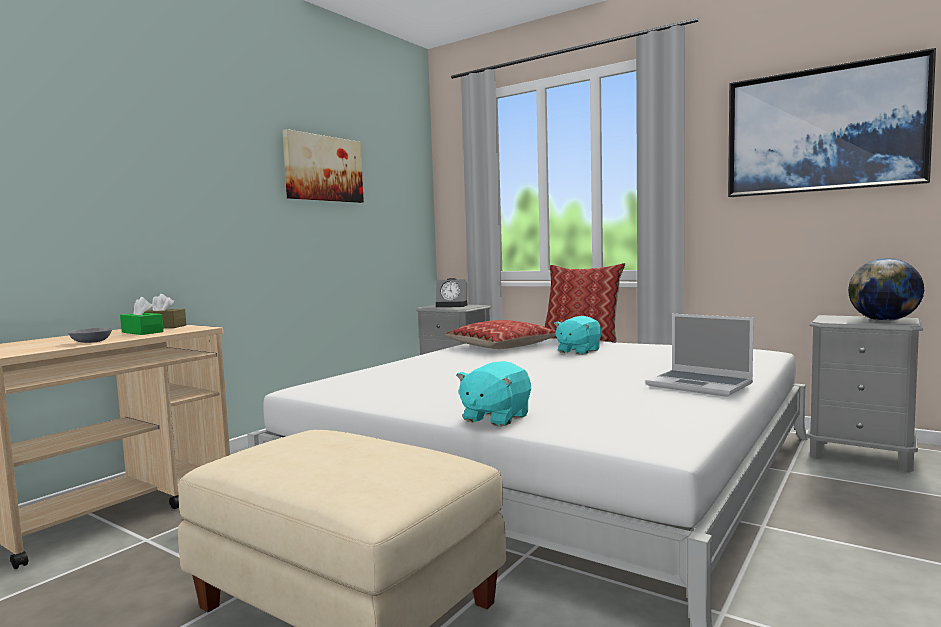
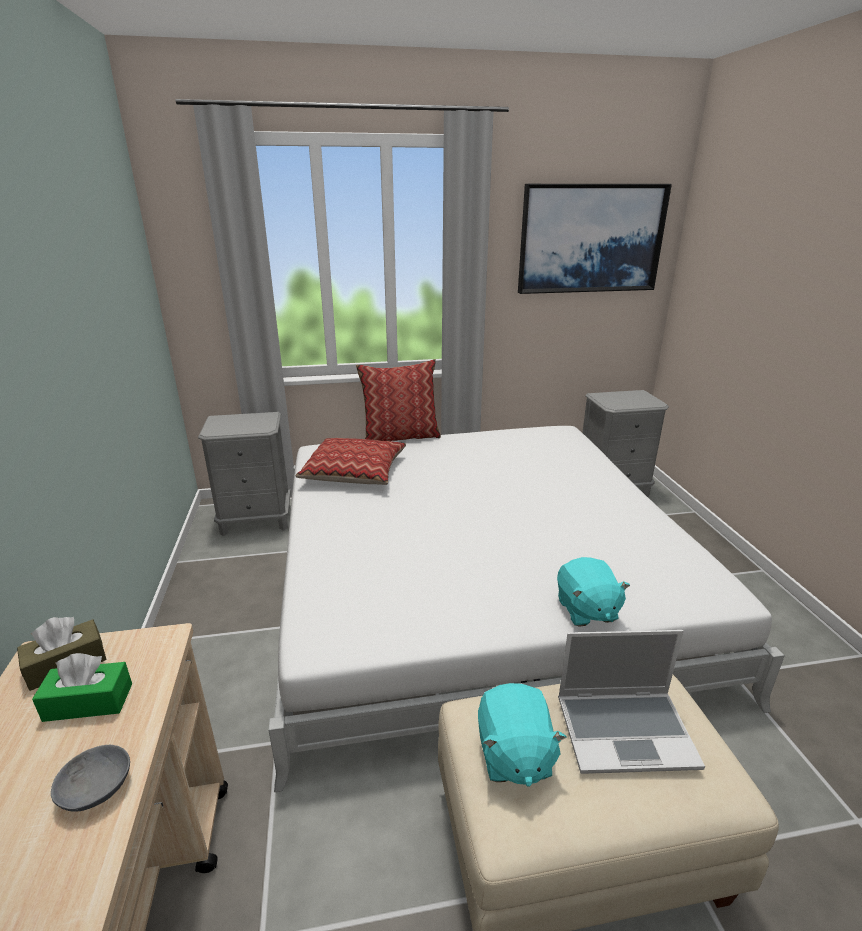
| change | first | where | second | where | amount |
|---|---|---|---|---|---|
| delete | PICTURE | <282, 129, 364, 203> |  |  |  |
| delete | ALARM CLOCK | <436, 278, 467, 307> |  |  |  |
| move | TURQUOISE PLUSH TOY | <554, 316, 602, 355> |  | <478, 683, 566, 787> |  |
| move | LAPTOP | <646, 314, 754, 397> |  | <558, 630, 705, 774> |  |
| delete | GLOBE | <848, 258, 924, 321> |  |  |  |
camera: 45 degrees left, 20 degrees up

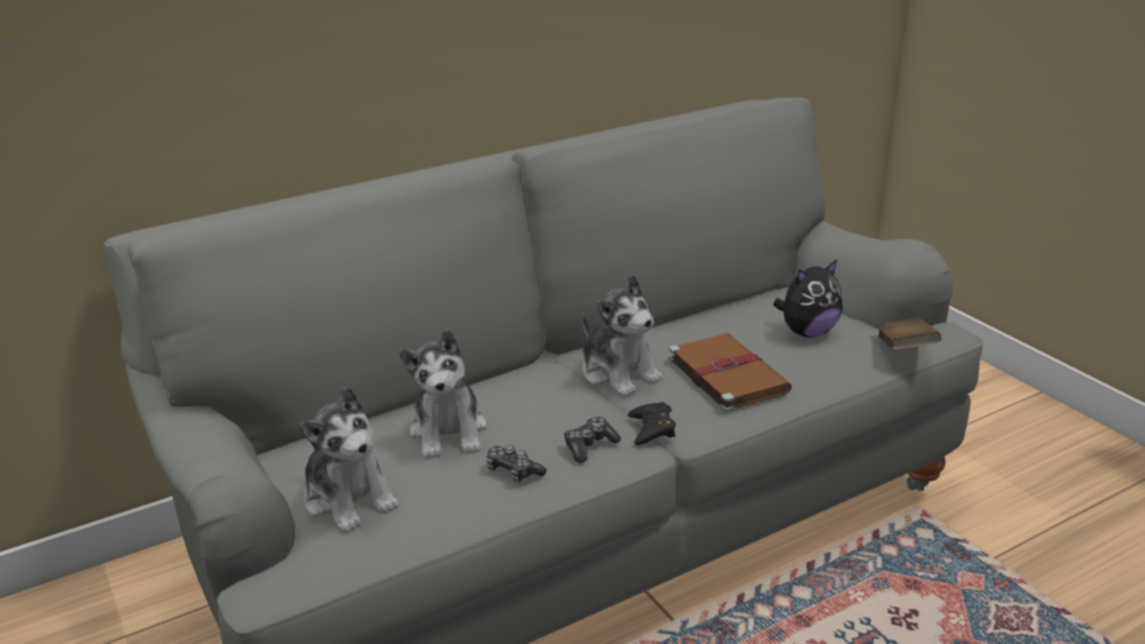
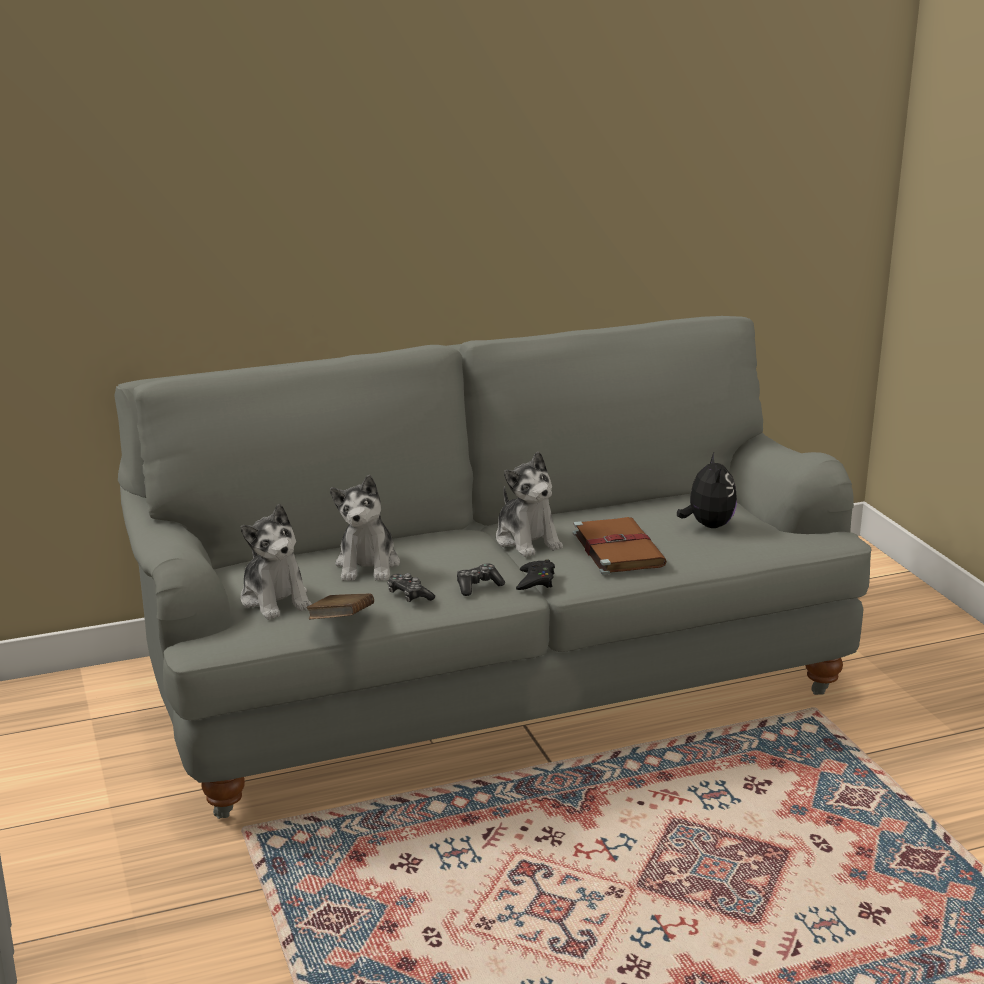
| change | first | where | second | where | amount |
|---|---|---|---|---|---|
| rotate | PLUSH TOY | <773, 259, 843, 338> |  | <677, 453, 737, 528> | 75 degrees counterclockwise |
| move | BROWN BOOK | <876, 318, 941, 351> |  | <306, 593, 374, 619> |  |
camera: 10 degrees right, 5 degrees down

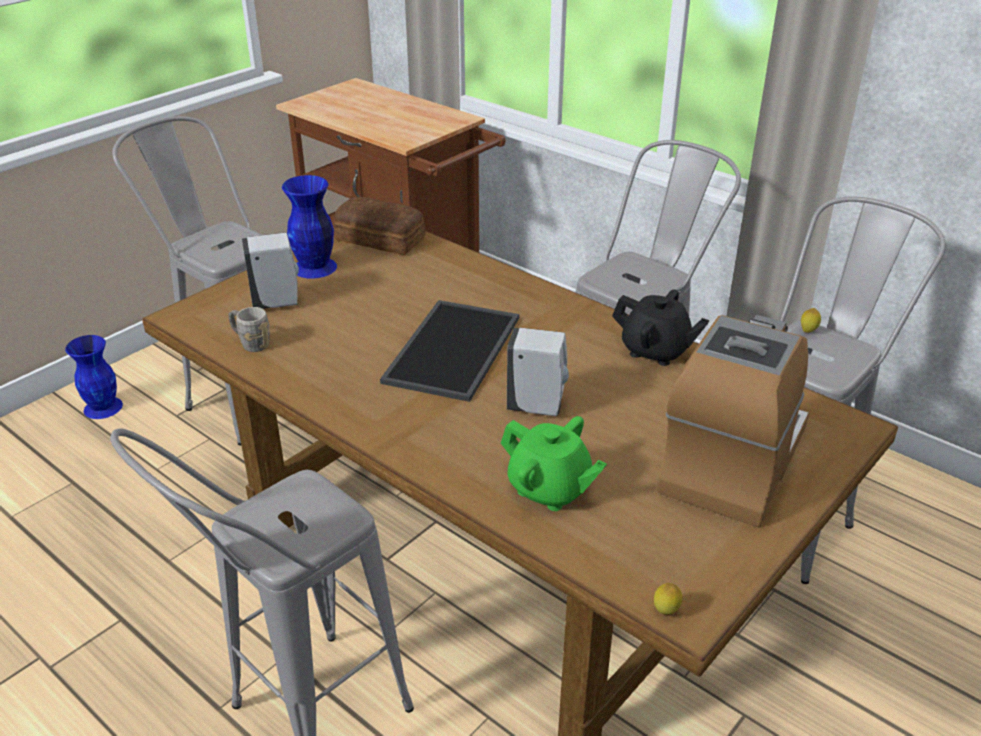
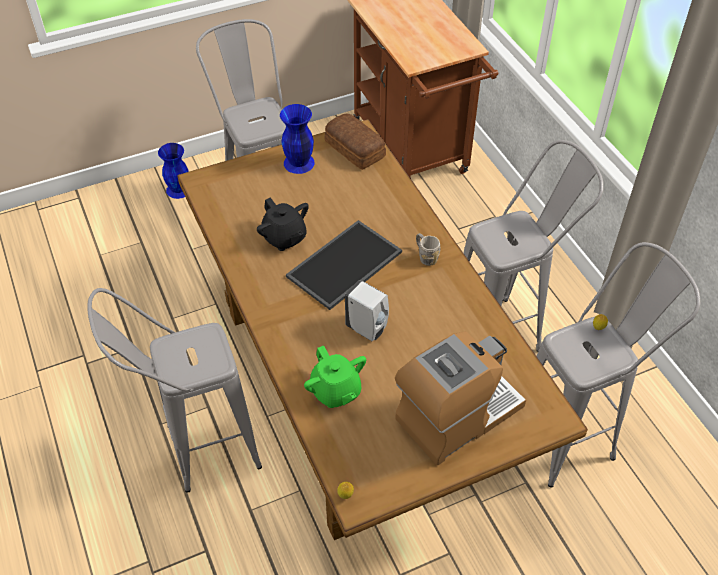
| change | first | where | second | where | amount |
|---|---|---|---|---|---|
| move | GREY MUG | <228, 307, 270, 352> |  | <416, 233, 441, 266> |  |
| delete | WHITE SOAP DISPENSER | <242, 233, 299, 309> |  |  |  |
| move | BLACK TEAPOT | <612, 289, 709, 366> |  | <257, 197, 309, 251> |  |
camera: 25 degrees right, 15 degrees up

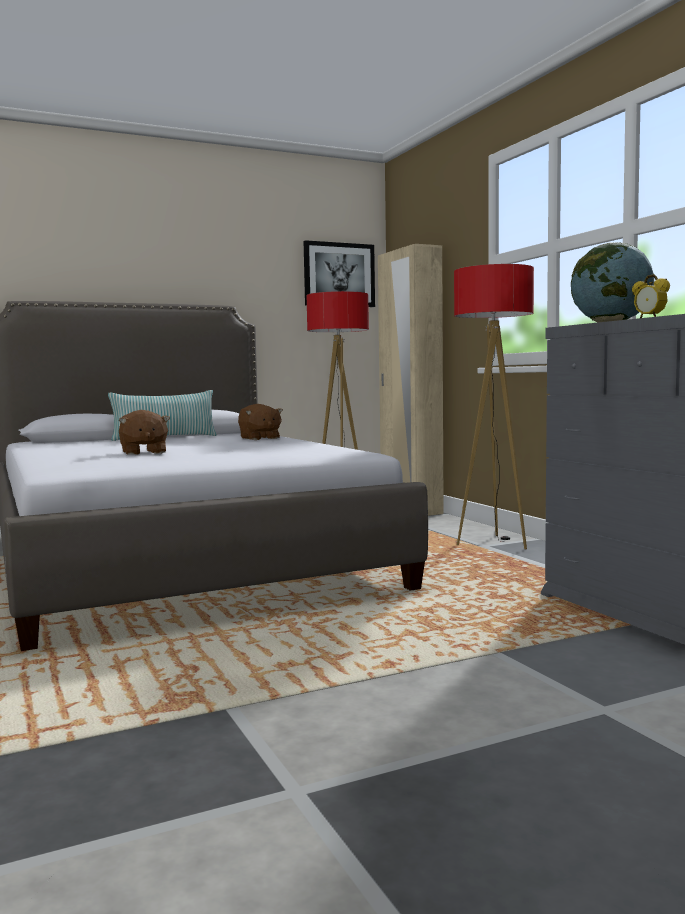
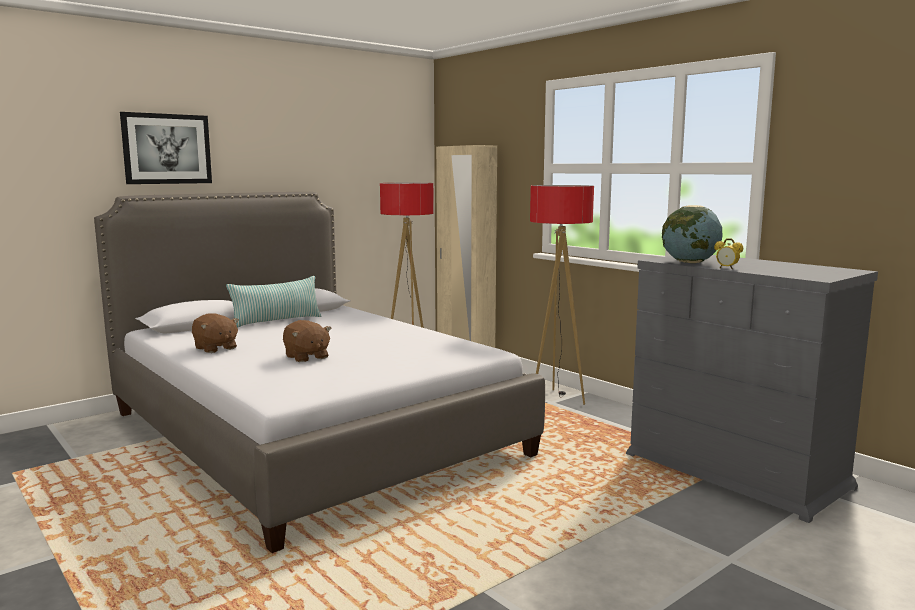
| change | first | where | second | where | amount |
|---|---|---|---|---|---|
| move | BROWN PLUSH TOY | <238, 404, 283, 440> |  | <192, 313, 239, 353> |  |
| move | PICTURE | <304, 240, 375, 307> |  | <120, 112, 212, 184> |  |
camera: 15 degrees left, 5 degrees up

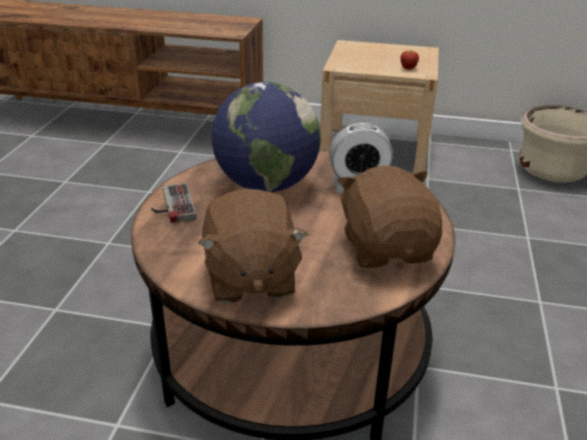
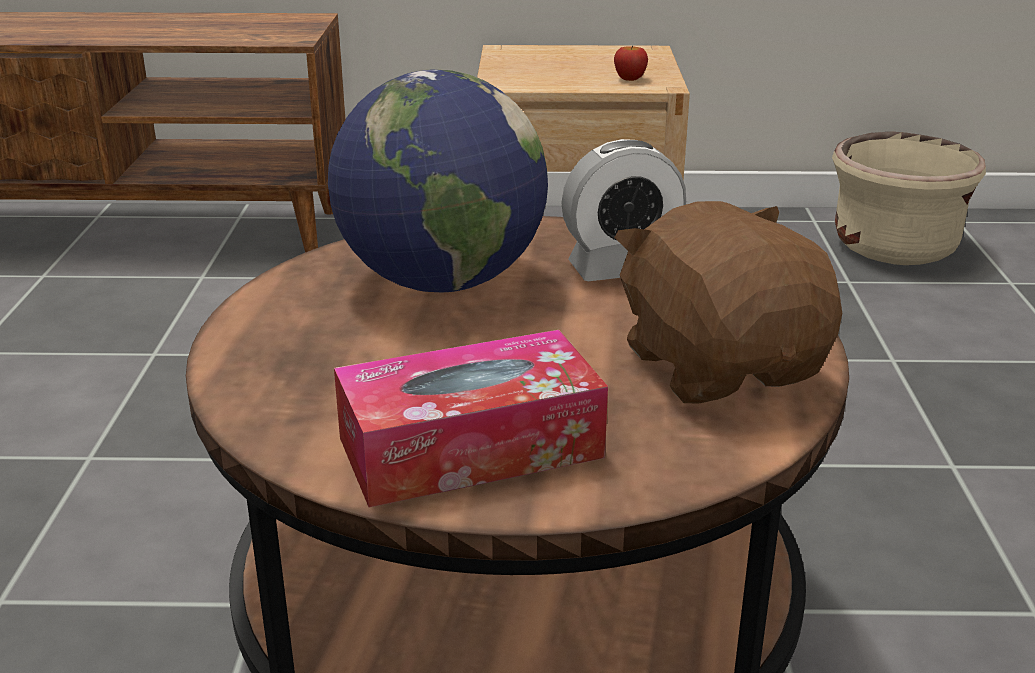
| change | first | where | second | where | amount |
|---|---|---|---|---|---|
| delete | GAME CONTROLLER | <151, 183, 196, 223> |  |  |  |
| replace | BROWN PLUSH TOY | <198, 189, 308, 303> | TISSUE BOX | <334, 330, 608, 508> |  |
camera: 10 degrees left, 5 degrees down

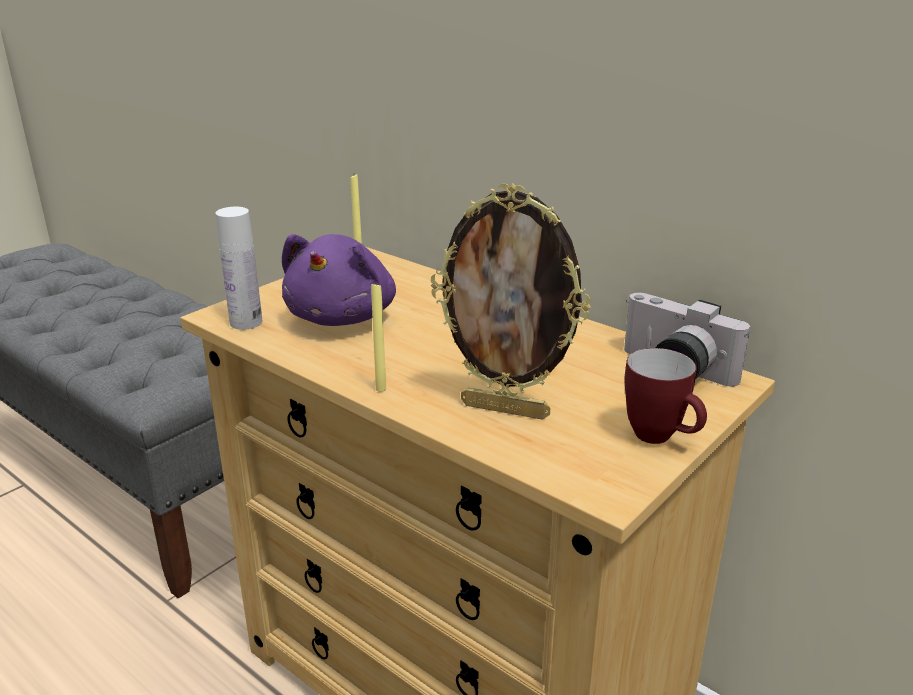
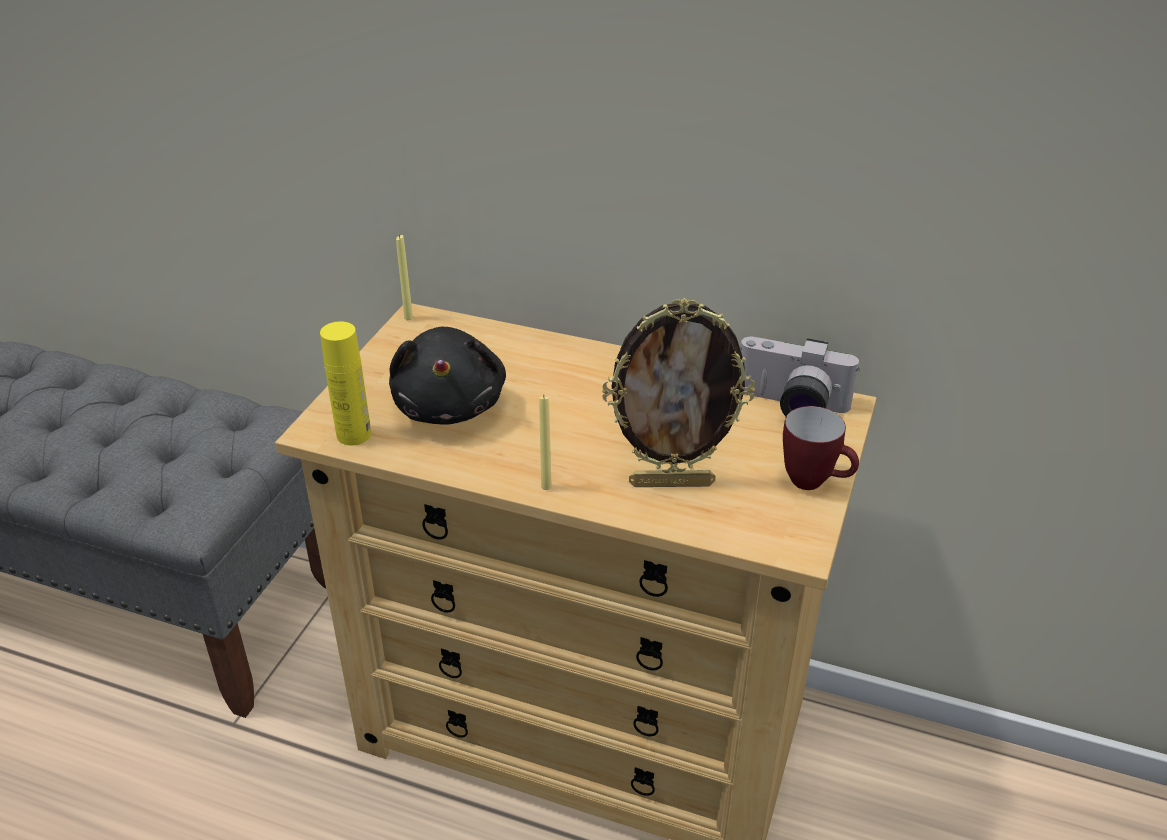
| change | first | where | second | where | amount |
|---|---|---|---|---|---|
| recolor | WHITE BOTTLE | <215, 207, 262, 330> | YELLOW BOTTLE | <320, 321, 371, 445> |  |
| recolor | PURPLE PLUSH TOY | <282, 234, 396, 326> | BLACK PLUSH TOY | <389, 327, 506, 425> |  |
camera: 20 degrees left, 10 degrees up

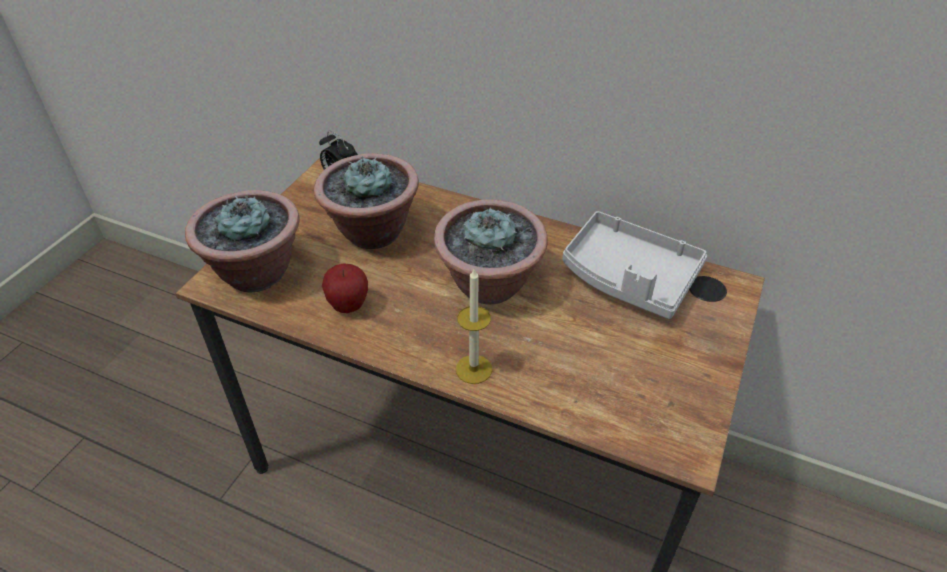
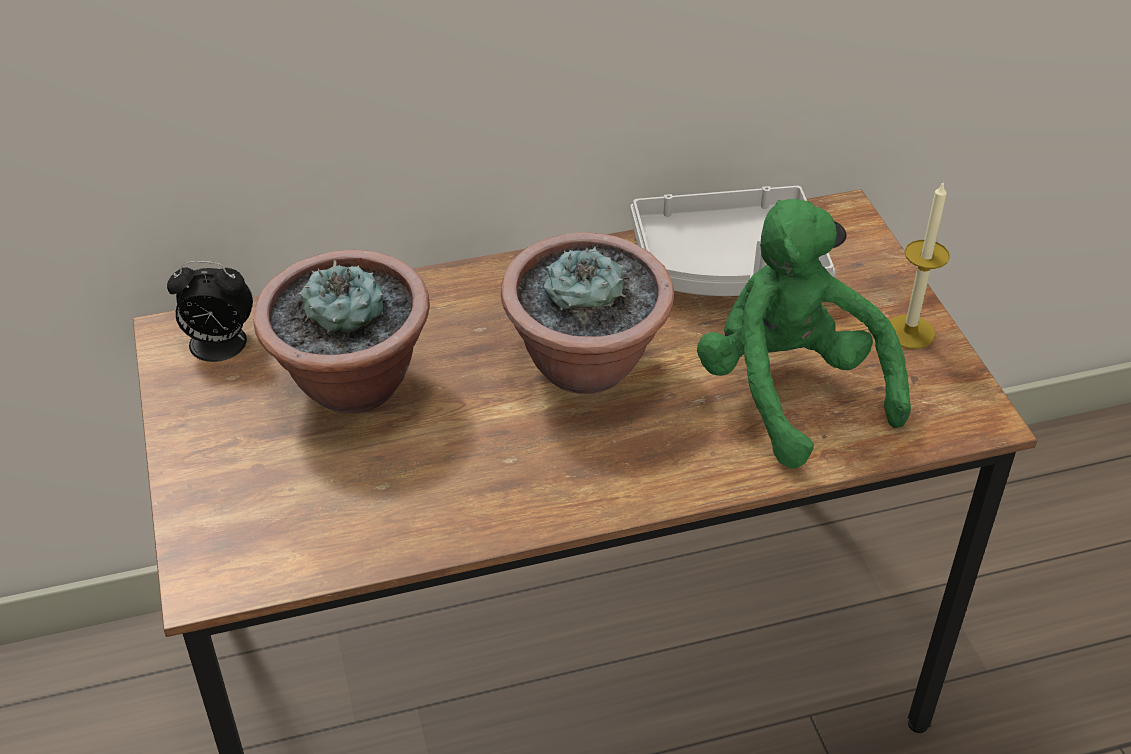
| change | first | where | second | where | amount |
|---|---|---|---|---|---|
| delete | POTTED PLANT | <185, 190, 300, 292> |  |  |  |
| delete | APPLE | <322, 263, 368, 313> |  |  |  |
| move | CANDLE | <456, 269, 492, 384> |  | <889, 183, 950, 349> |  |
| insert |  |  | GREEN PLUSH TOY | <697, 199, 911, 468> |  |
camera: 40 degrees left, 0 degrees up

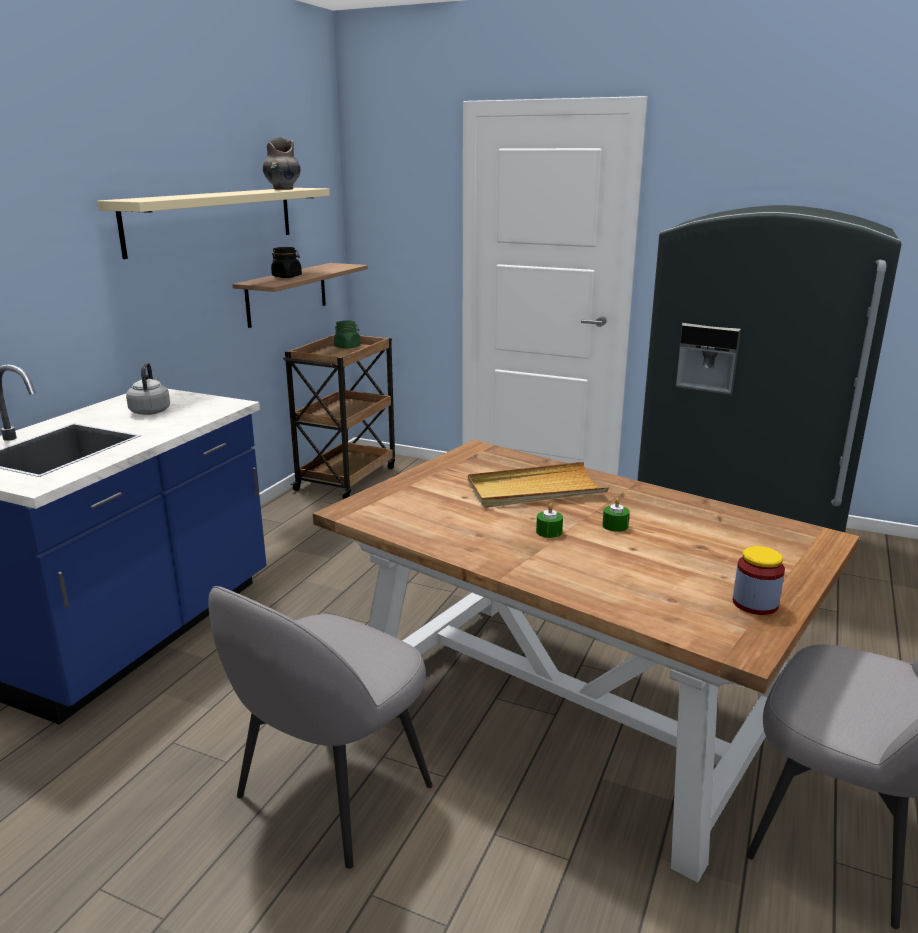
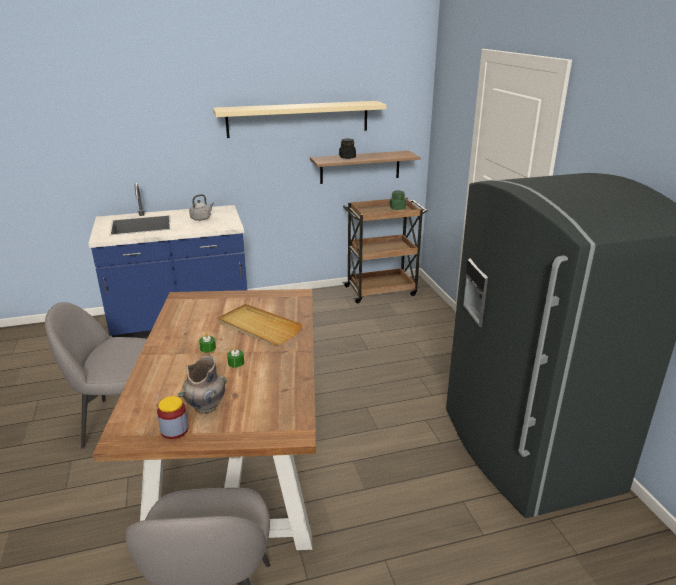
| change | first | where | second | where | amount |
|---|---|---|---|---|---|
| move | GREY VASE | <263, 137, 301, 190> |  | <178, 355, 227, 414> |  |
camera: 50 degrees right, 5 degrees up

